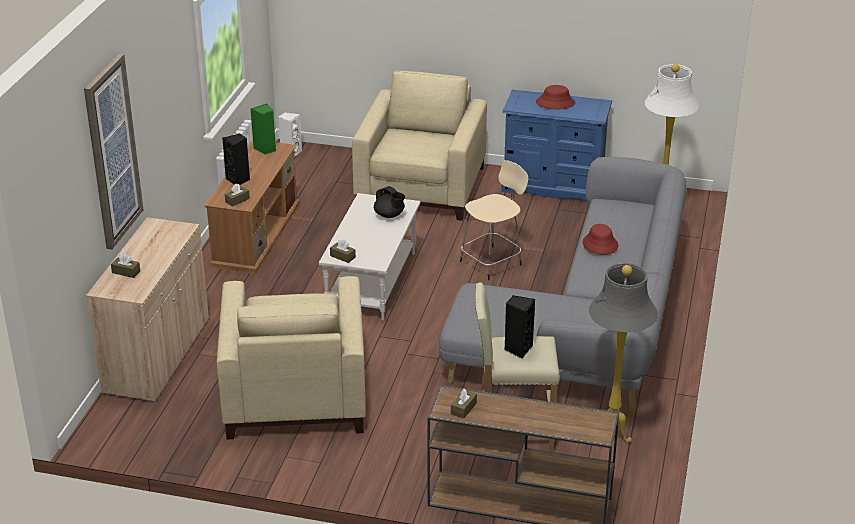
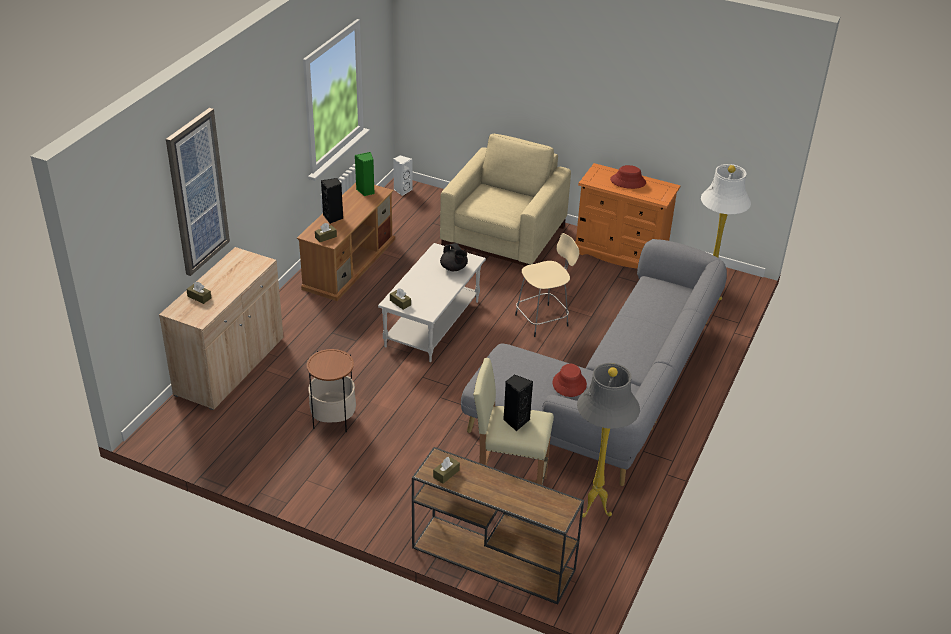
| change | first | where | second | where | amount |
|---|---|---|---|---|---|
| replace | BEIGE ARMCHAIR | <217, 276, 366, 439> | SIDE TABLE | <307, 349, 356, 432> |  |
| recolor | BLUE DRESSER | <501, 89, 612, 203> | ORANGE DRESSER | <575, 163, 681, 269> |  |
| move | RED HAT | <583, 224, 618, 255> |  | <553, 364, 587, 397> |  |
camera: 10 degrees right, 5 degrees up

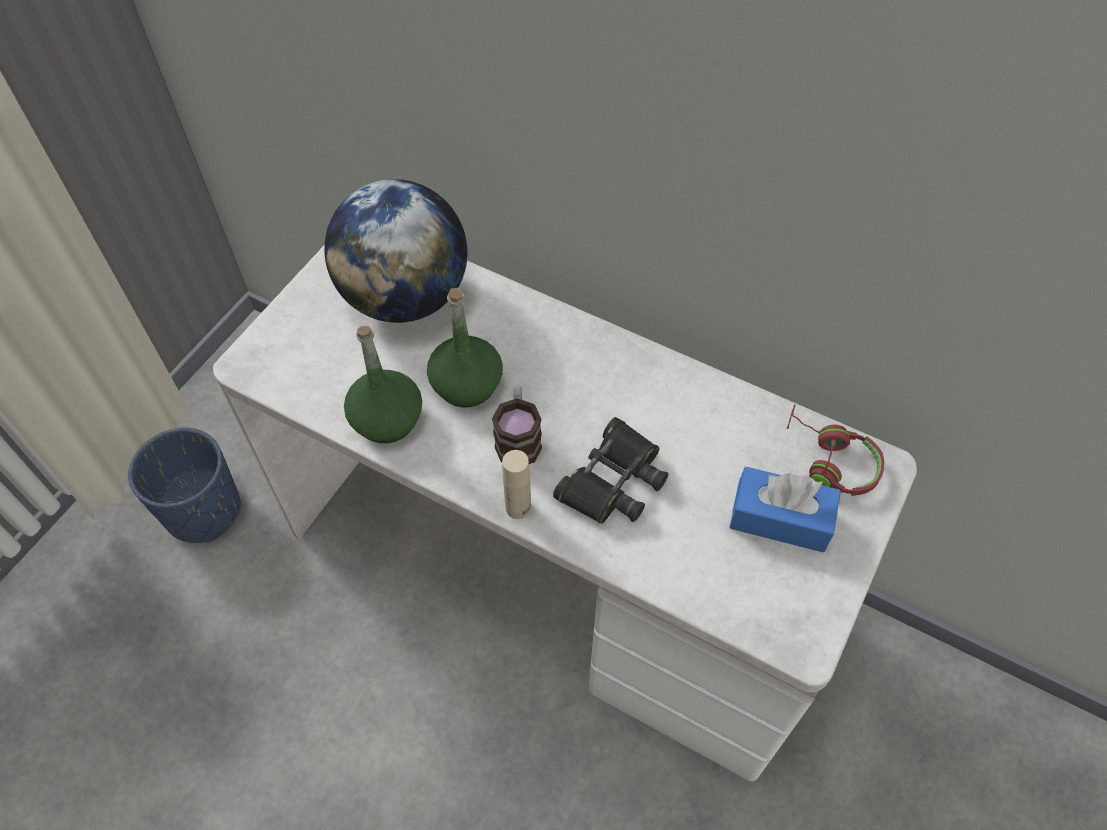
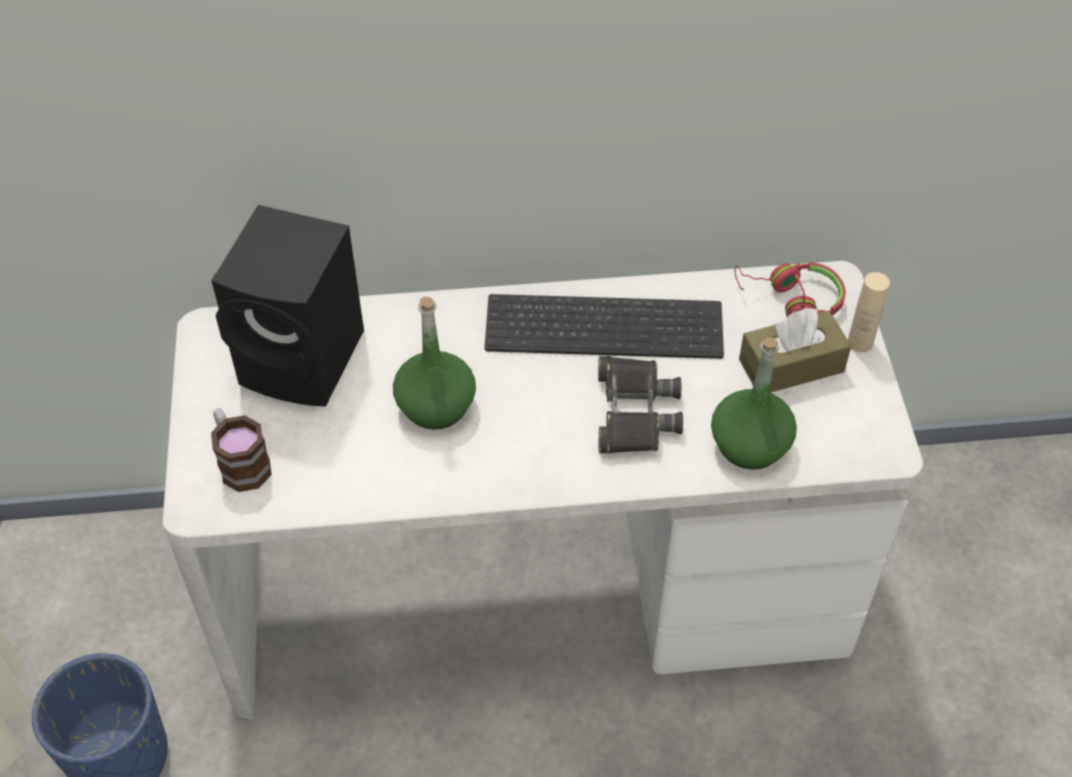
| change | first | where | second | where | amount |
|---|---|---|---|---|---|
| replace | GLOBE | <324, 179, 467, 323> | BLACK SPEAKER | <211, 205, 364, 407> |  |
| move | GREEN BOTTLE | <344, 326, 422, 443> |  | <711, 337, 797, 470> |  |
| move | MUG | <492, 386, 542, 464> |  | <211, 408, 272, 492> |  |
| move | BEIGE BOTTLE | <502, 450, 531, 519> |  | <848, 272, 890, 352> |  |
| recolor | BLUE TISSUE BOX | <729, 467, 841, 553> | BROWN TISSUE BOX | <739, 308, 851, 393> |  |
| insert |  |  | KEYBOARD | <484, 294, 724, 359> |  |
camera: 35 degrees left, 5 degrees down

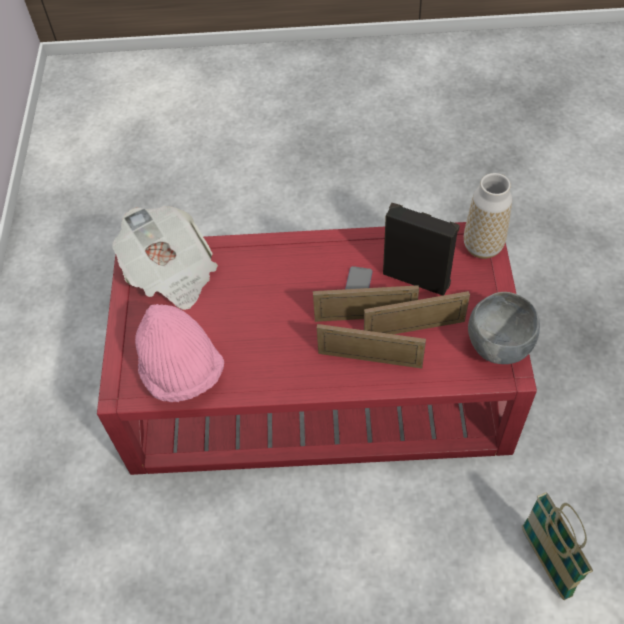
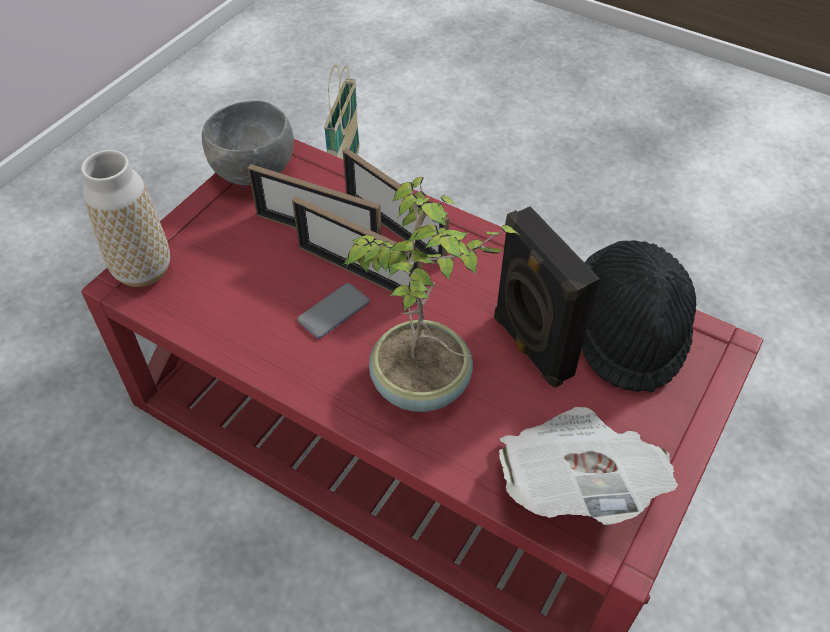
| change | first | where | second | where | amount |
|---|---|---|---|---|---|
| recolor | PINK HAT | <135, 304, 224, 402> | BLACK HAT | <582, 240, 696, 393> |  |
| move | BLACK SPEAKER | <383, 203, 460, 296> |  | <494, 206, 600, 388> |  |
| insert |  |  | POTTED PLANT | <343, 177, 520, 412> |  |
camera: 150 degrees left, 5 degrees down

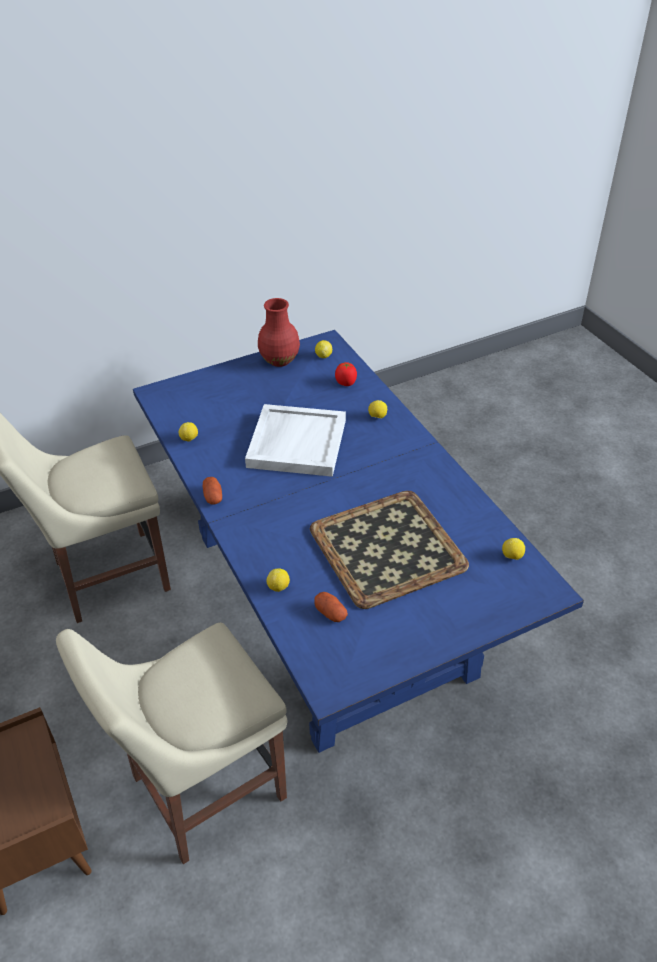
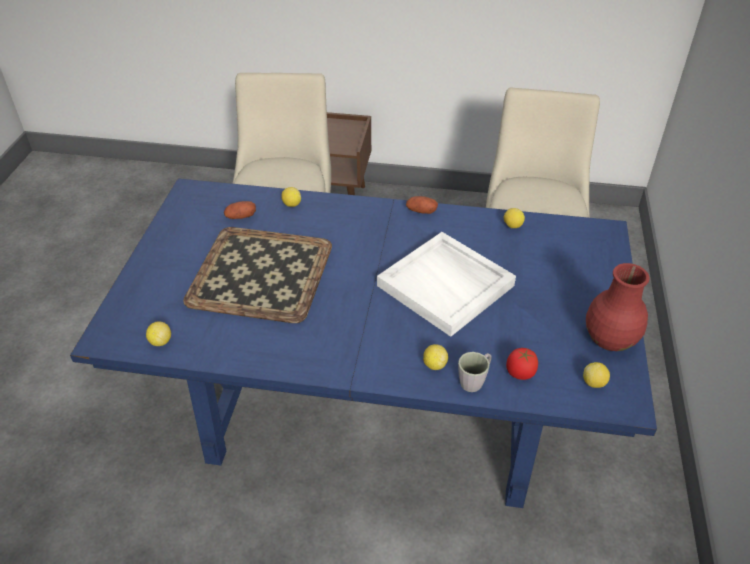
| change | first | where | second | where | amount |
|---|---|---|---|---|---|
| insert |  |  | GREY MUG | <458, 352, 492, 392> |  |
camera: 125 degrees right, 0 degrees up

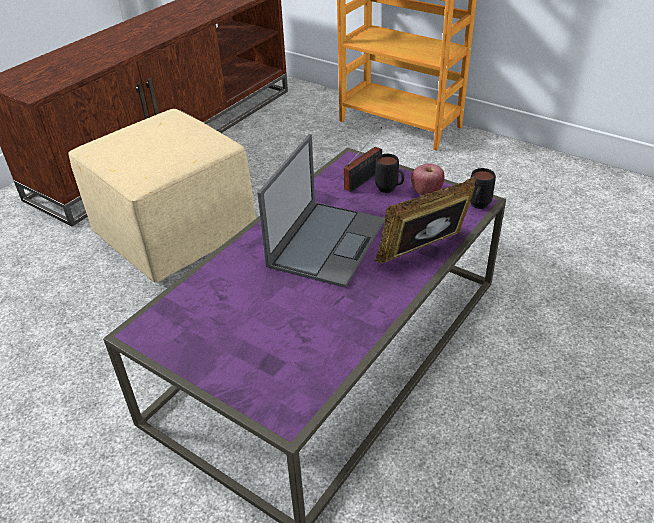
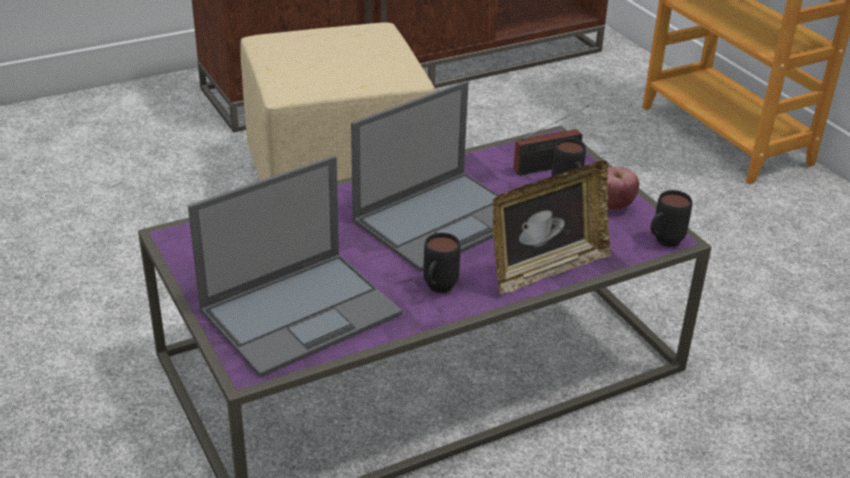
| change | first | where | second | where | amount |
|---|---|---|---|---|---|
| rotate | PICTURE FRAME | <375, 176, 477, 263> |  | <493, 161, 611, 295> | 150 degrees clockwise |
| insert |  |  | LAPTOP | <188, 156, 402, 377> |  |
| insert |  |  | BLACK MUG | <423, 233, 461, 293> |  |
camera: 25 degrees right, 5 degrees down

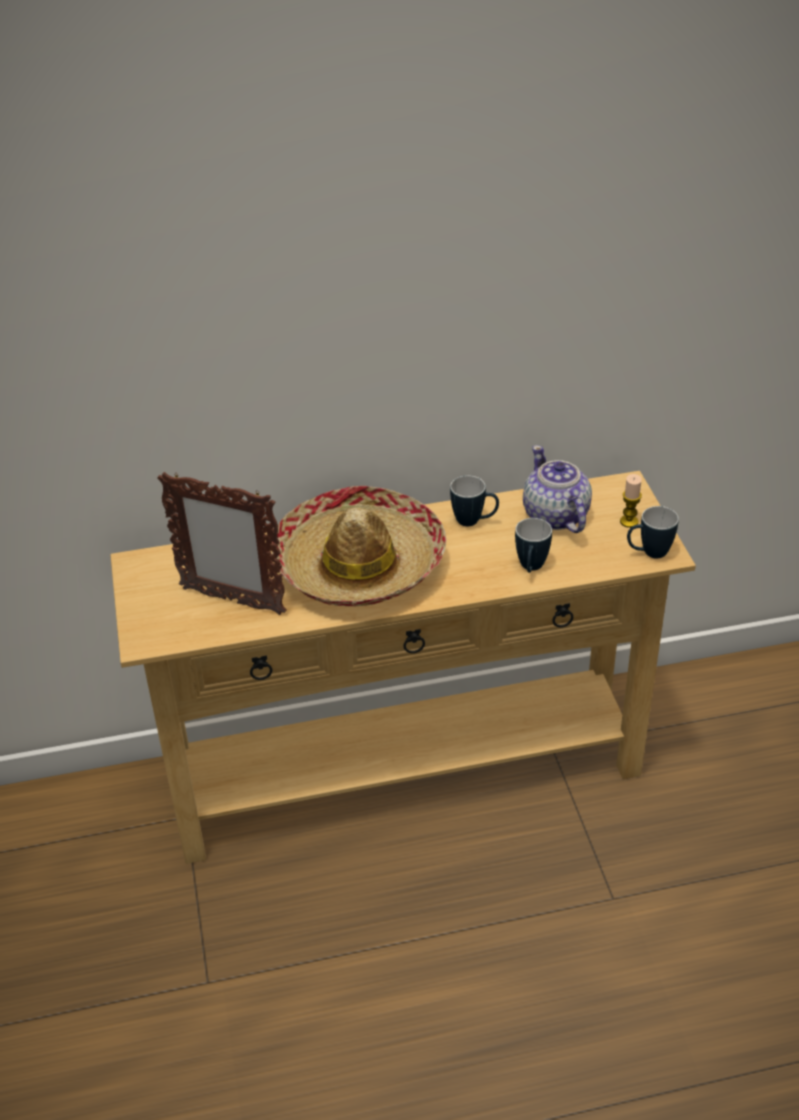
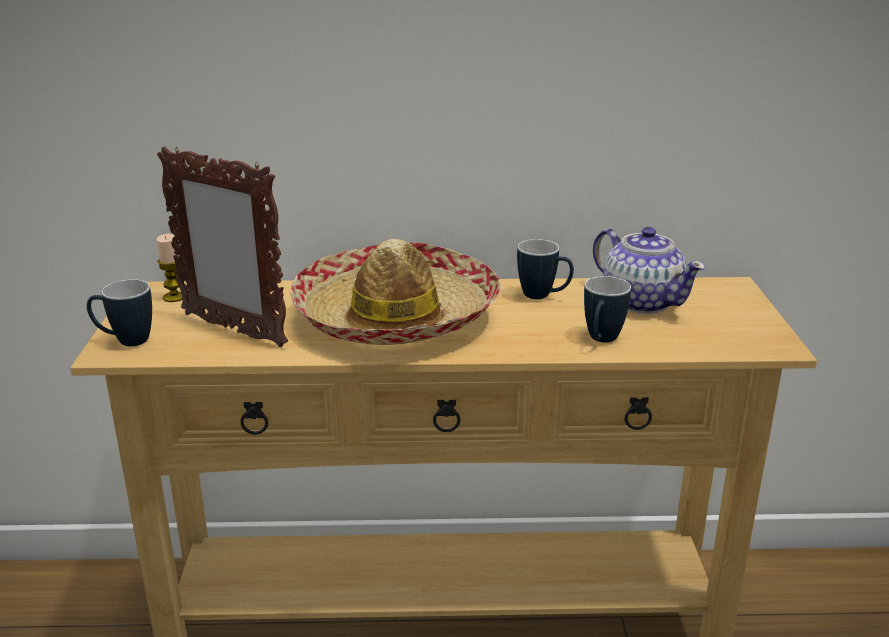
| change | first | where | second | where | amount |
|---|---|---|---|---|---|
| rotate | TEAPOT | <523, 445, 592, 533> |  | <593, 227, 706, 314> | 150 degrees clockwise |
| move | CANDLE | <620, 474, 642, 528> |  | <156, 234, 182, 302> |  |
| move | MUG | <627, 506, 679, 559> |  | <87, 279, 152, 346> |  |
camera: 10 degrees right, 15 degrees down

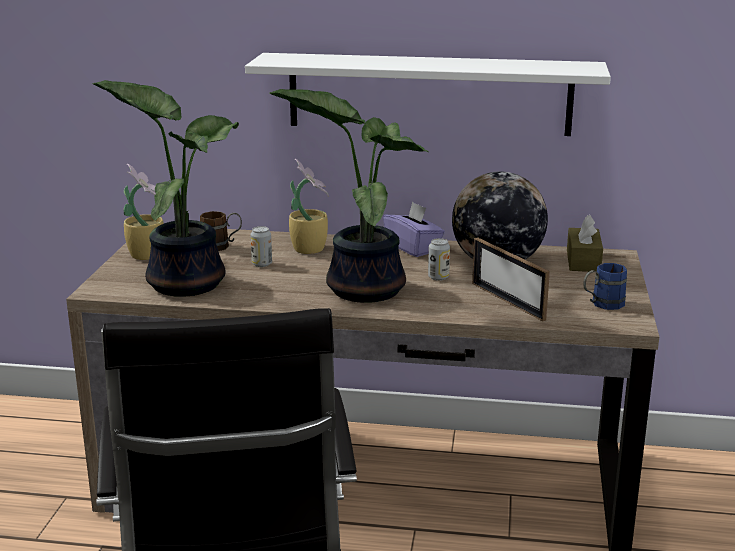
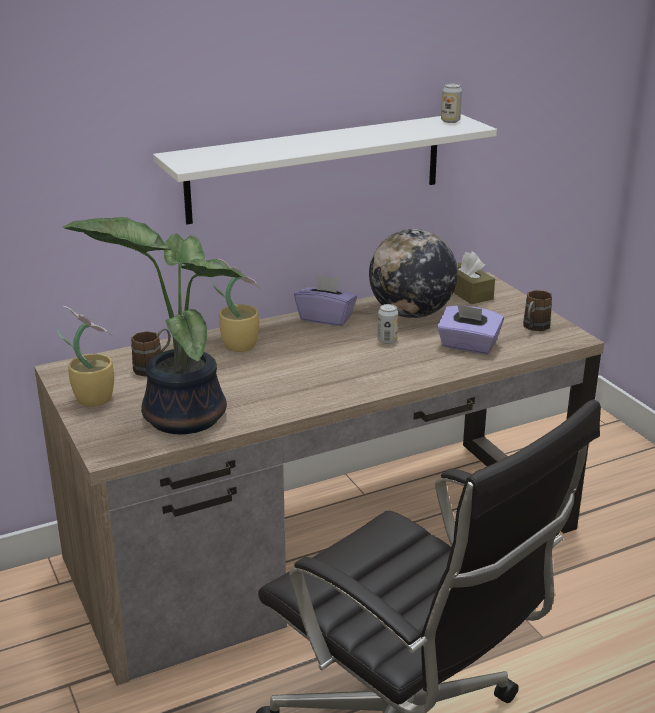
| change | first | where | second | where | amount |
|---|---|---|---|---|---|
| move | CAN | <250, 226, 272, 267> |  | <441, 84, 462, 123> |  |
| delete | POTTED PLANT | <270, 89, 429, 303> |  |  |  |
| replace | PICTURE FRAME | <472, 237, 550, 321> | PURPLE TISSUE BOX | <437, 304, 504, 355> |  |
| recolor | BLUE MUG | <583, 263, 627, 310> | BROWN MUG | <523, 290, 552, 331> |  |
camera: 35 degrees left, 5 degrees up

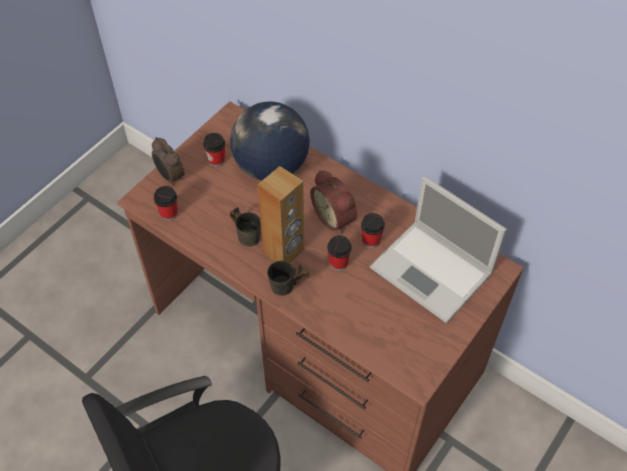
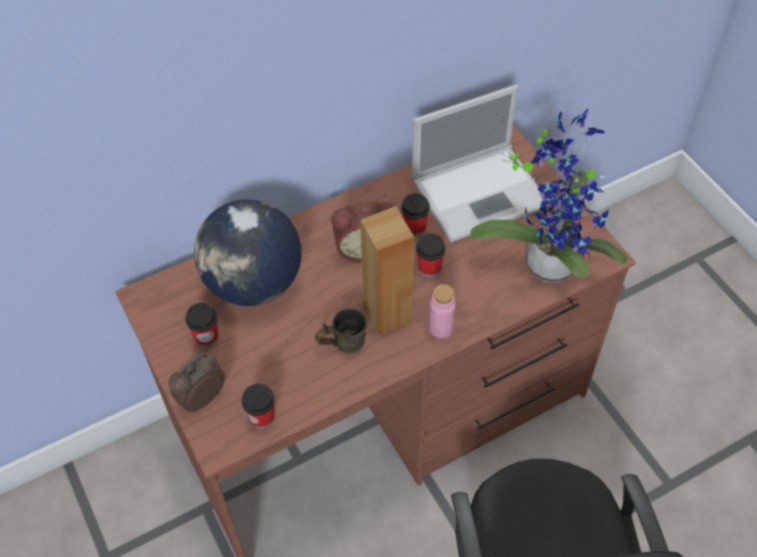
| change | first | where | second | where | amount |
|---|---|---|---|---|---|
| rotate | ALARM CLOCK | <152, 137, 185, 186> |  | <169, 351, 225, 413> | 150 degrees clockwise |
| replace | GREY MUG | <267, 261, 309, 296> | PINK BOTTLE | <429, 284, 456, 339> |  |
| insert |  |  | POTTED PLANT | <470, 109, 627, 283> |  |
camera: 65 degrees left, 0 degrees up

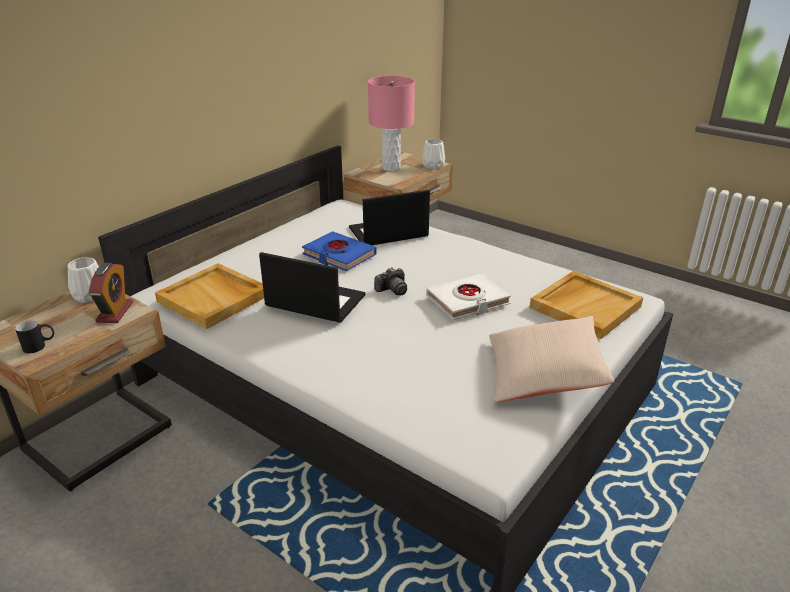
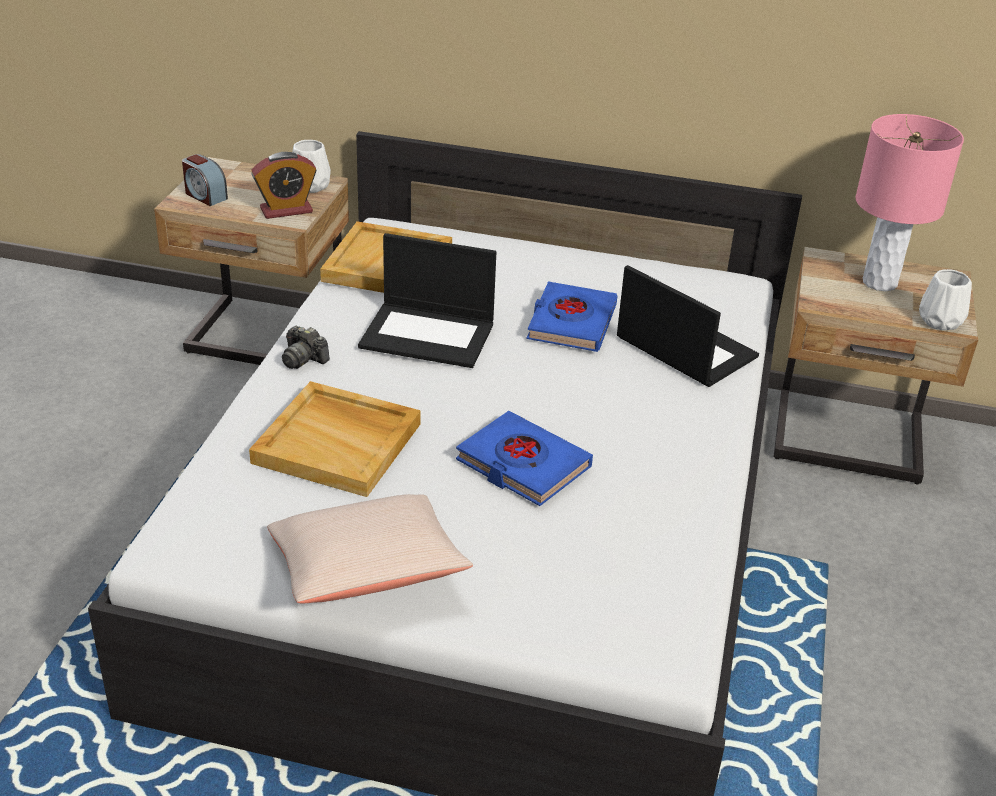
| change | first | where | second | where | amount |
|---|---|---|---|---|---|
| replace | BLACK MUG | <15, 320, 54, 353> | ALARM CLOCK | <182, 154, 228, 206> |  |
| rotate | LAPTOP | <259, 252, 365, 323> |  | <358, 233, 496, 368> | 105 degrees clockwise |
| move | PHOTO CAMERA | <374, 267, 407, 296> |  | <282, 326, 330, 369> |  |
| recolor | WHITE BOOK | <426, 273, 511, 320> | BLUE BOOK | <456, 411, 593, 506> |  |
| move | BEIGE TRAY | <530, 271, 643, 339> |  | <249, 381, 421, 497> |  |
camera: 65 degrees right, 5 degrees up

